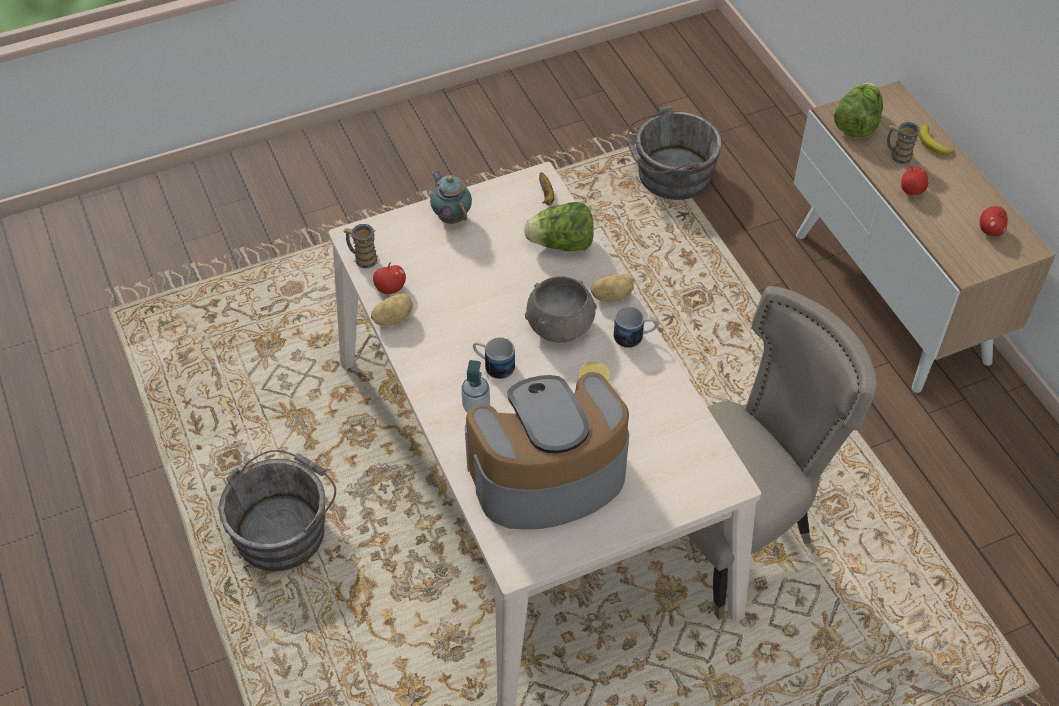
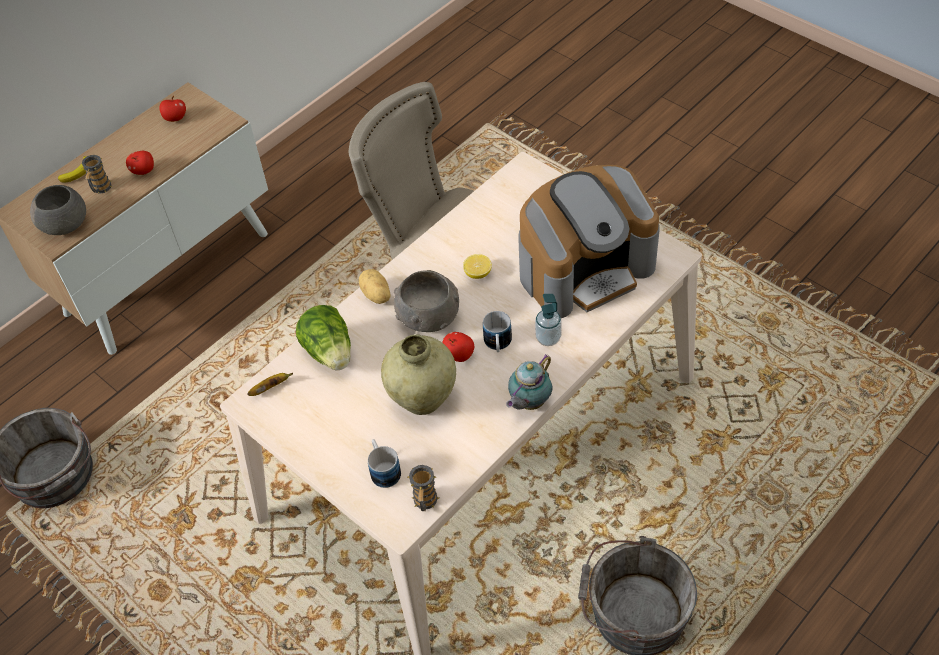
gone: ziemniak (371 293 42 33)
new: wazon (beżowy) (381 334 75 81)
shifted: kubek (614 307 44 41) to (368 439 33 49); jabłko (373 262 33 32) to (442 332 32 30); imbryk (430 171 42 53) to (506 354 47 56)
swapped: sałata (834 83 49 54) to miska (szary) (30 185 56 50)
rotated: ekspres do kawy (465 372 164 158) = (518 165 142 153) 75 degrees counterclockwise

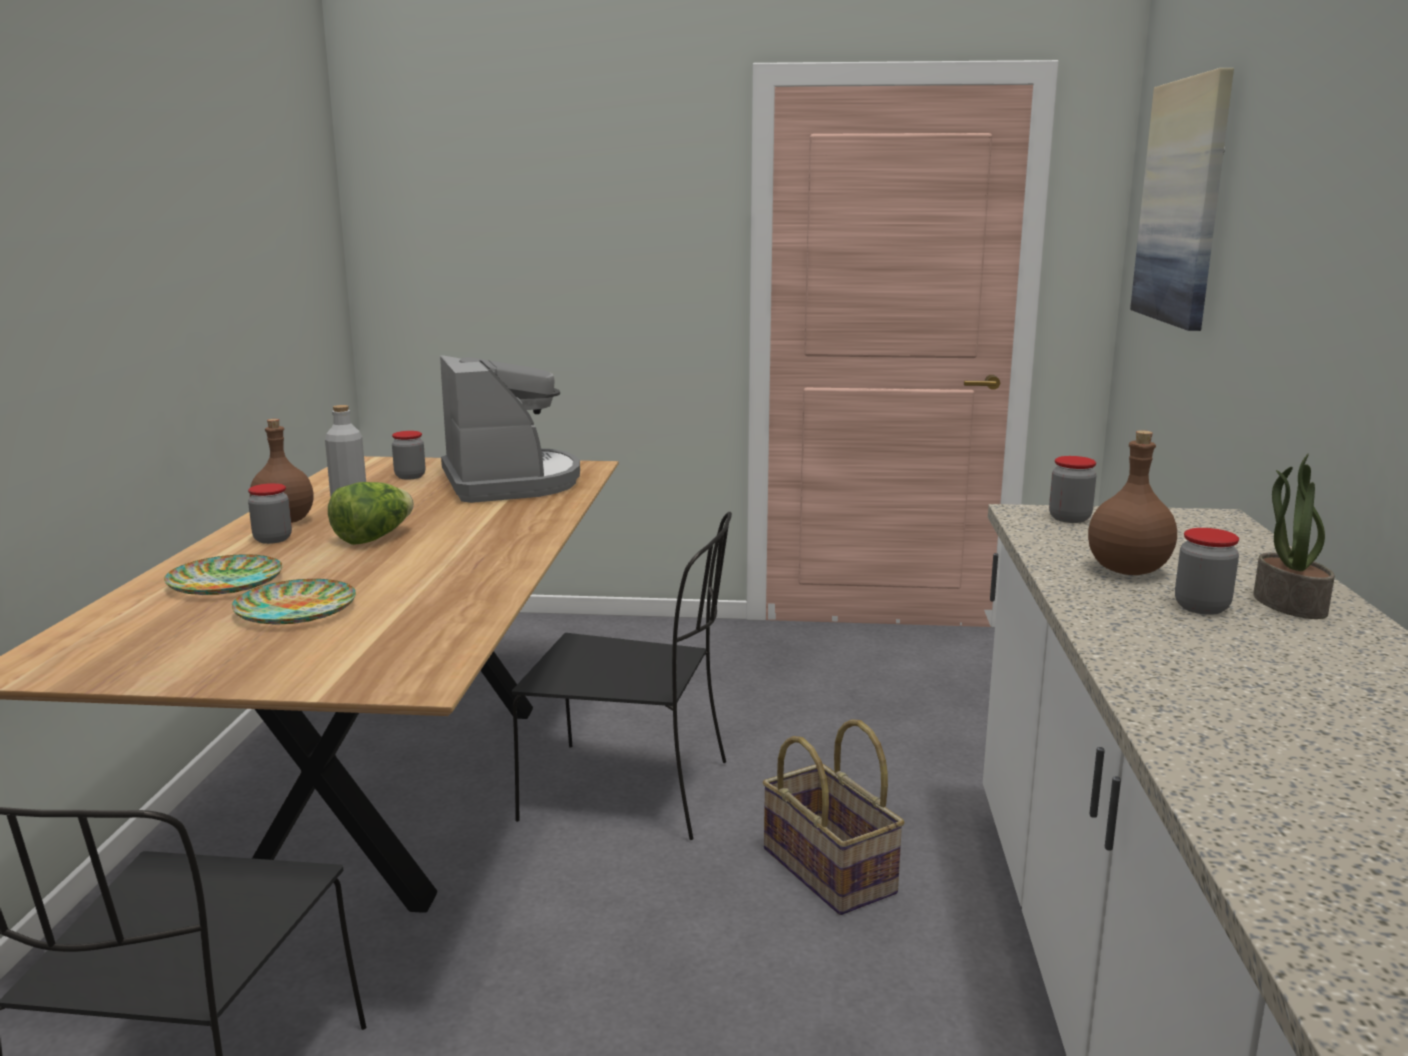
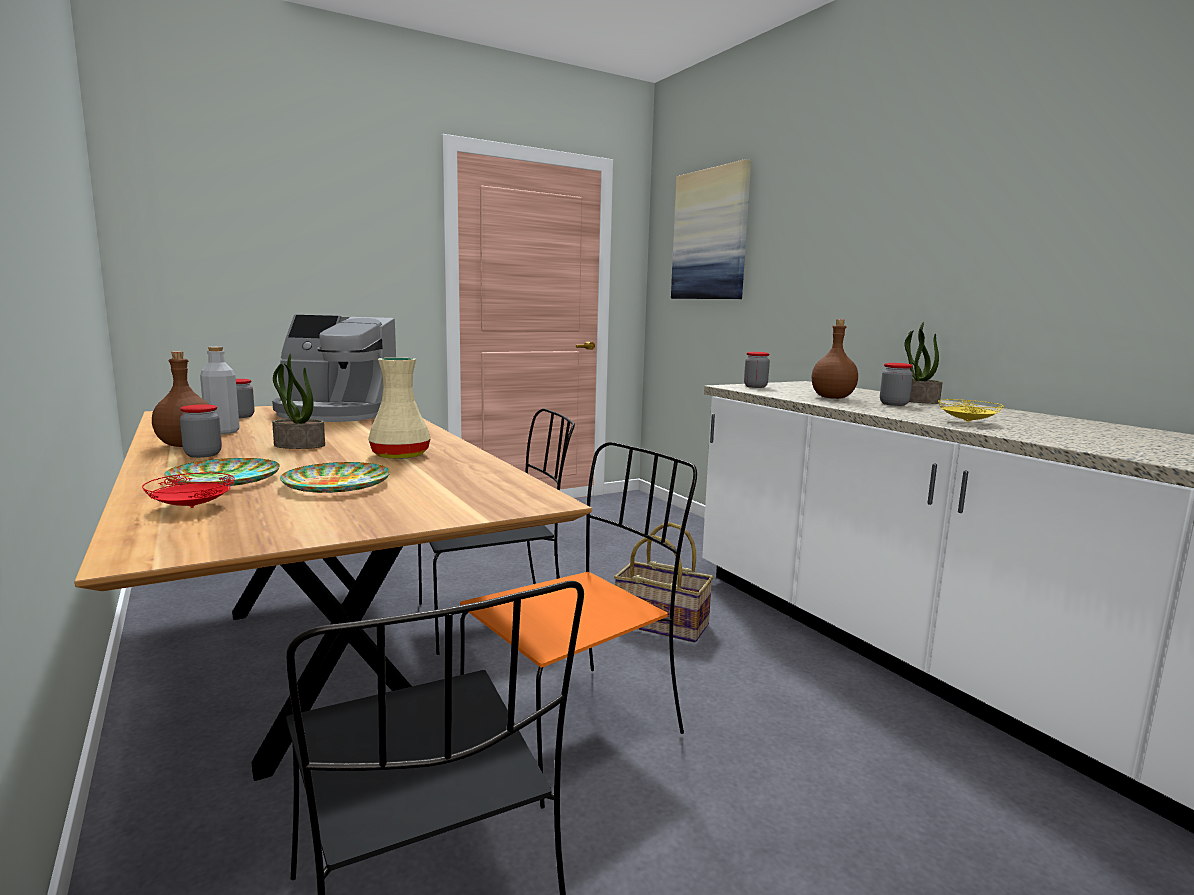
new: talerz (czerwony) (142 472 93 36); wazon (beżowy) (368 358 63 101); krzesło (pomarańczowy) (460 442 237 366); talerz (żółty) (938 399 65 24)
swapped: sałata (328 482 86 63) to roślina doniczkowa (272 354 53 95)
rotated: ekspres do kawy (440 355 140 148) = (272 315 124 107) 150 degrees clockwise

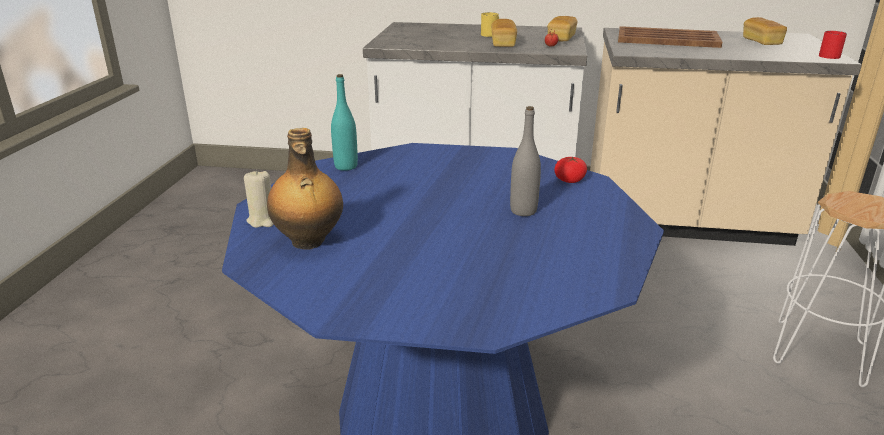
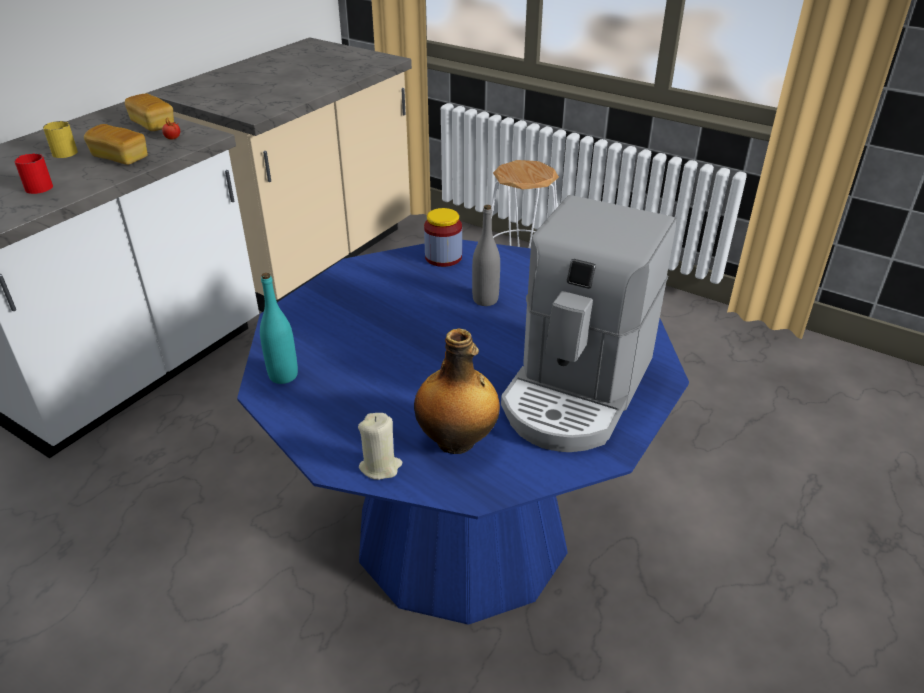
gone: taca (brązowy) (618 26 104 22); chleb (743 17 44 28)
new: ekspres do kawy (501 195 176 257)
shifted: kubek (czerwony) (819 31 28 28) to (14 153 39 41)
swapped: pomidor (554 157 33 26) to słoik (424 208 38 59)

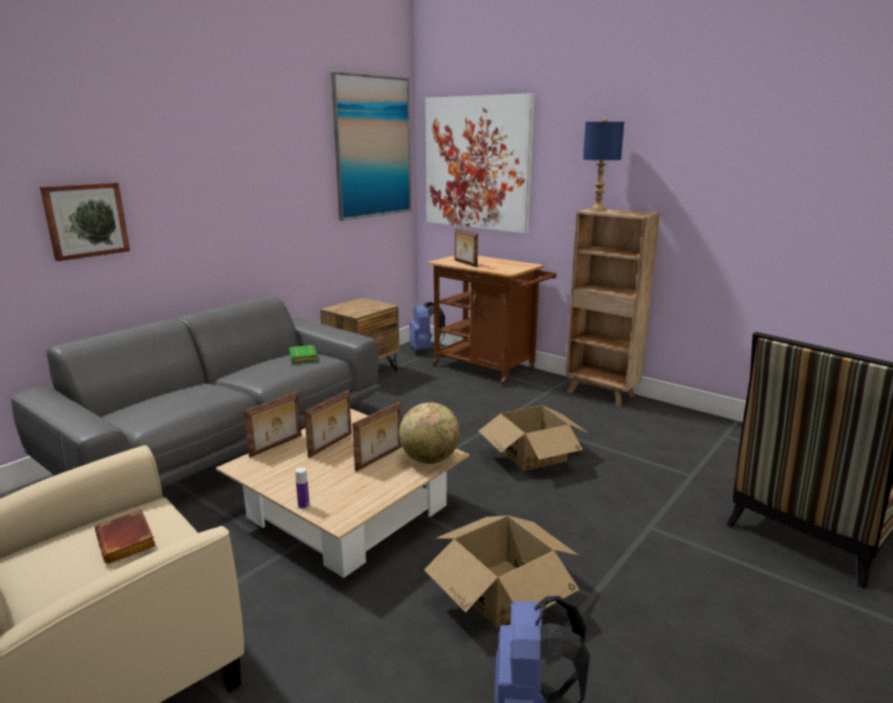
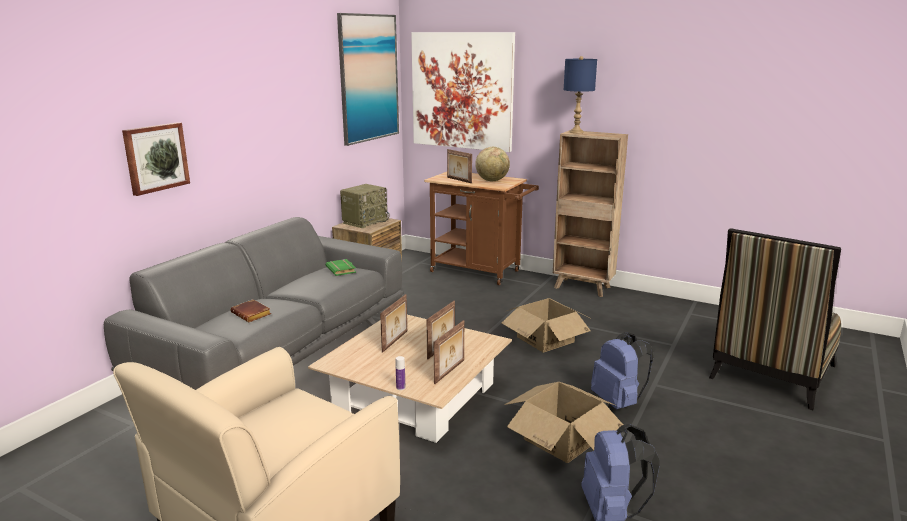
new: radio (340 184 50 44)
shifted: książka (brązowy) (95 509 61 55) to (230 299 41 23); ramka na zdjęcie (244 392 58 65) to (434 320 30 64); globus (399 402 61 62) to (475 147 35 34); plecak (niebieski) (409 302 36 49) to (591 332 62 77)

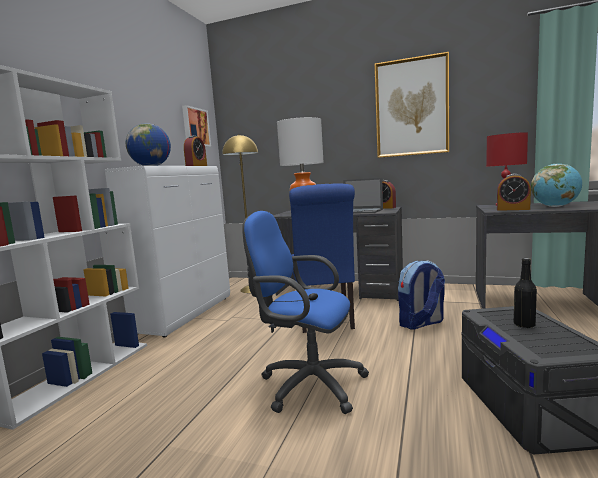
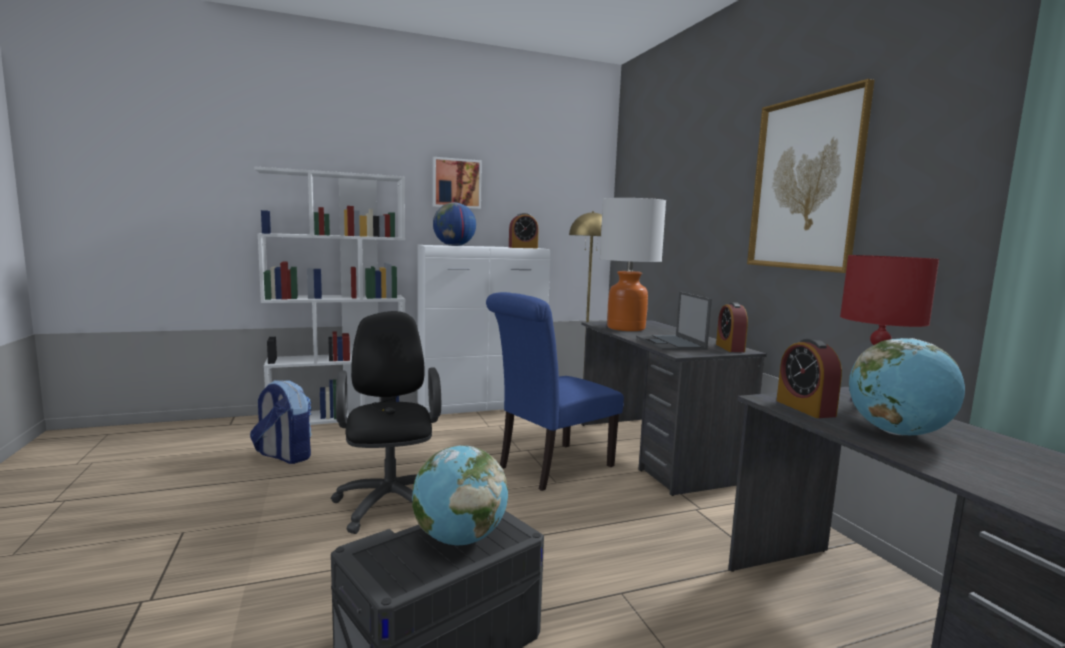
shifted: plecak (398 260 47 70) to (250 380 62 84); obraz (182 105 29 42) to (433 157 49 52)
swapped: butelka (czarny) (514 258 23 70) to globus (412 445 96 100)
repainted: krzesło biurowe (niebieski) (242 211 127 203) to krzesło biurowe (czarny) (331 311 110 223)

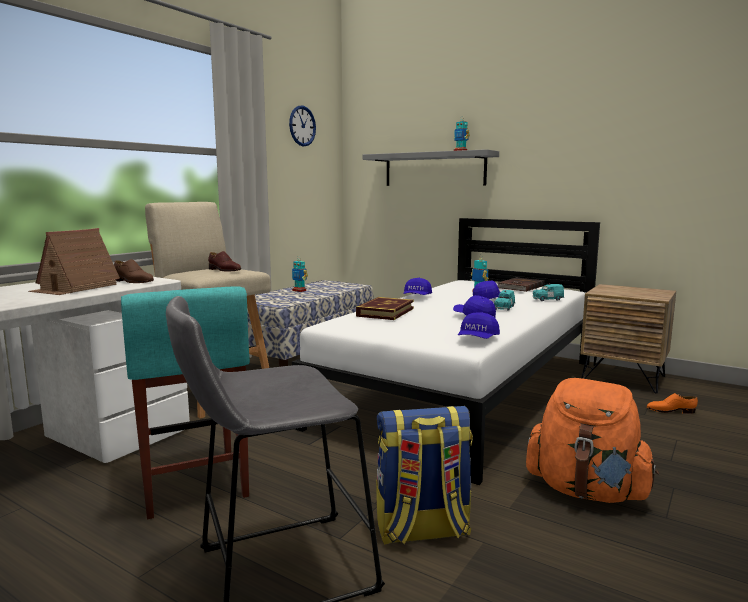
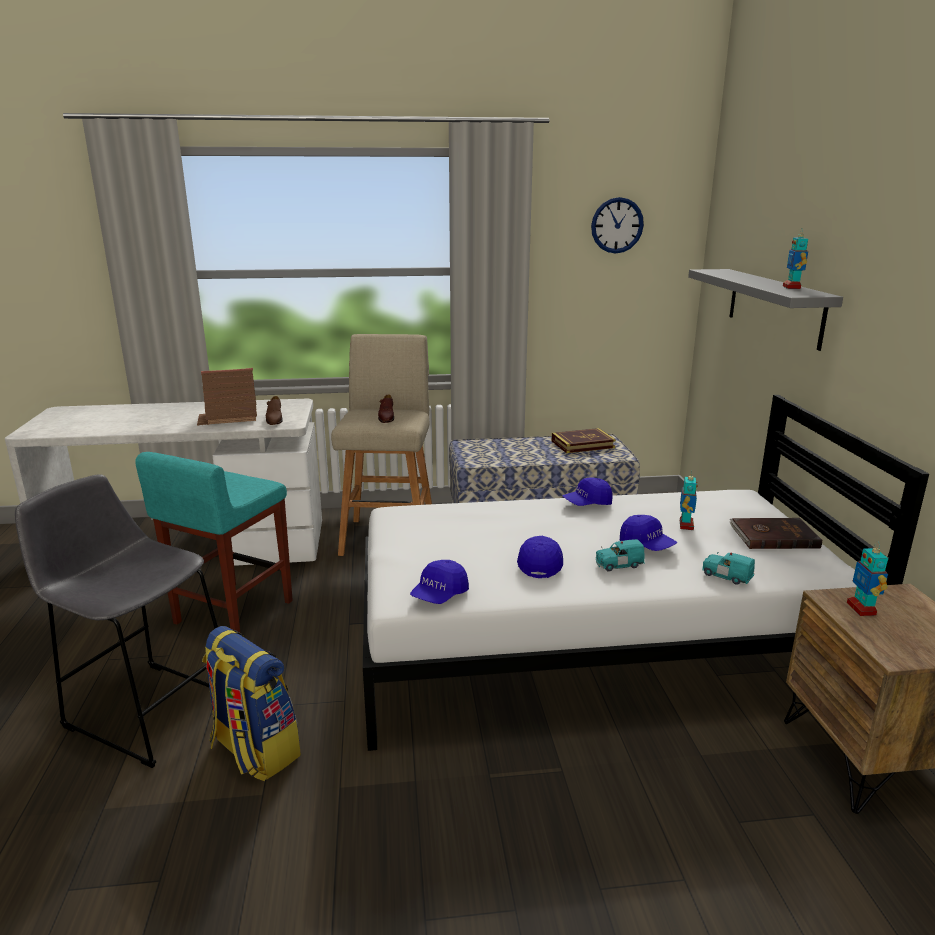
gone: plecak (pomarańczowy) (526 378 133 125); but (pomarańczowy) (647 393 51 21)
shifted: książka (356 297 58 23) to (552 428 64 25); robot zabawkowy (292 259 16 33) to (847 541 41 75)
rotated: czapka z daszkiem (niebieski) (458 312 42 27) = (410 560 59 44) 45 degrees counterclockwise

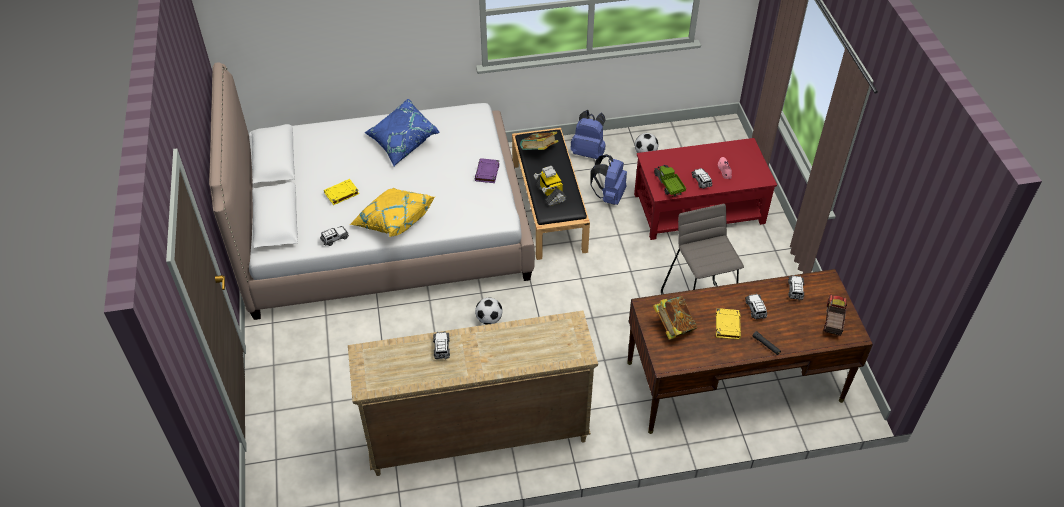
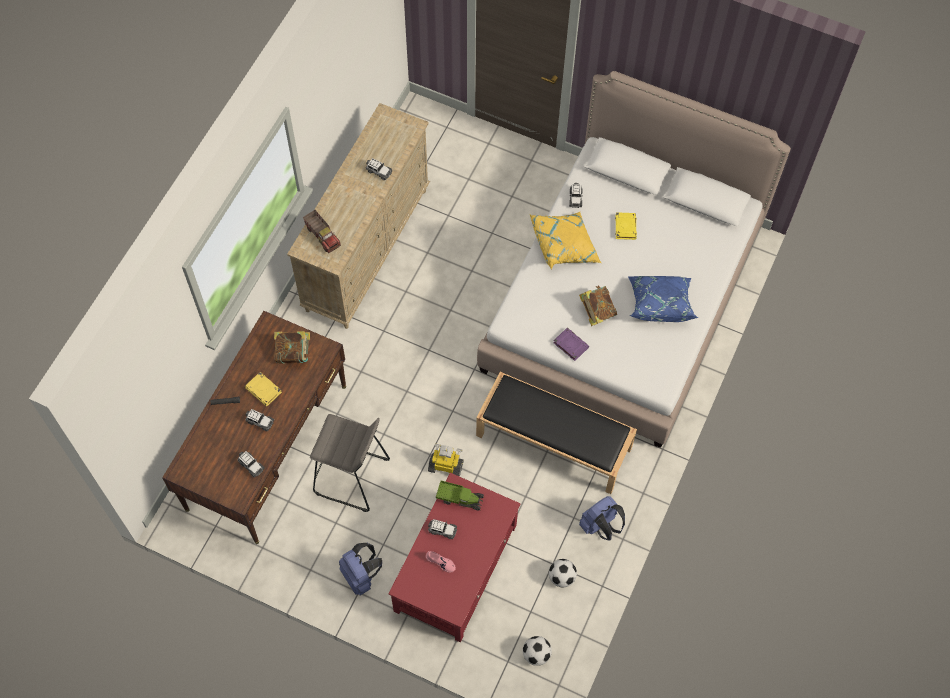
shifted: ciężarówka zabawkowa (823 294 24 42) to (303 210 38 43); plecak (niebieski) (590 154 37 51) to (339 543 43 52); robot zabawkowy (533 166 33 40) to (428 444 36 33); piłka futbolowa (475 298 28 27) to (523 636 29 30); książka (520 132 39 18) to (579 285 38 41)

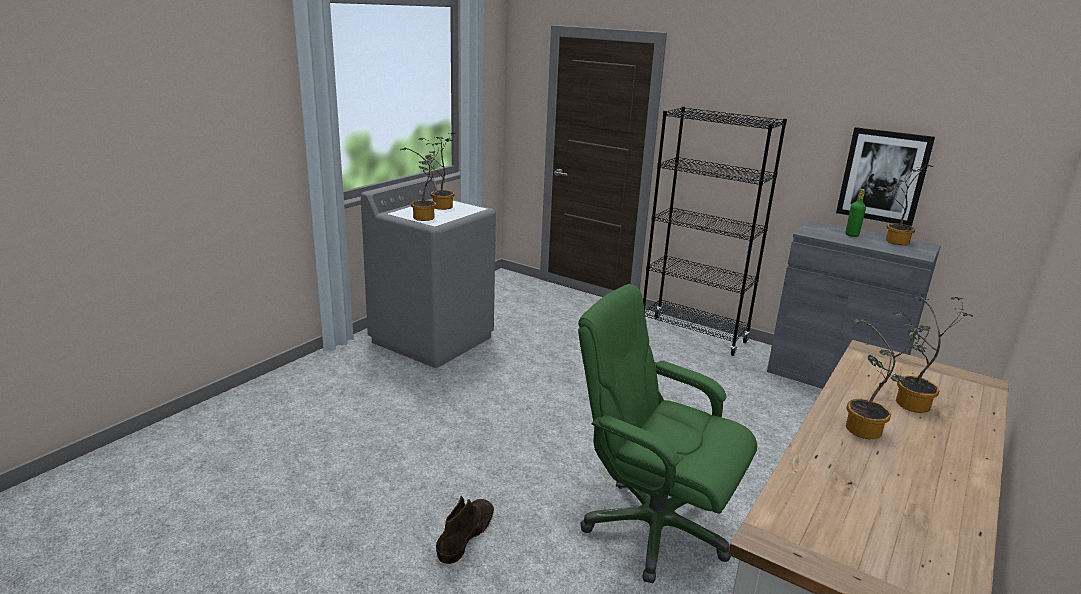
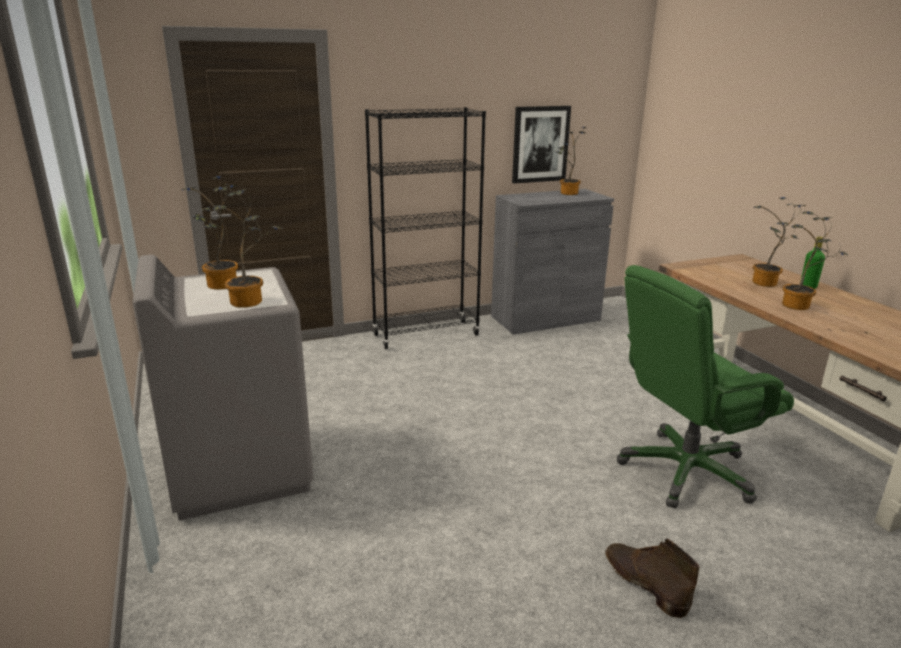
shifted: butelka (zielony) (845 189 21 48) to (801 237 24 52)

